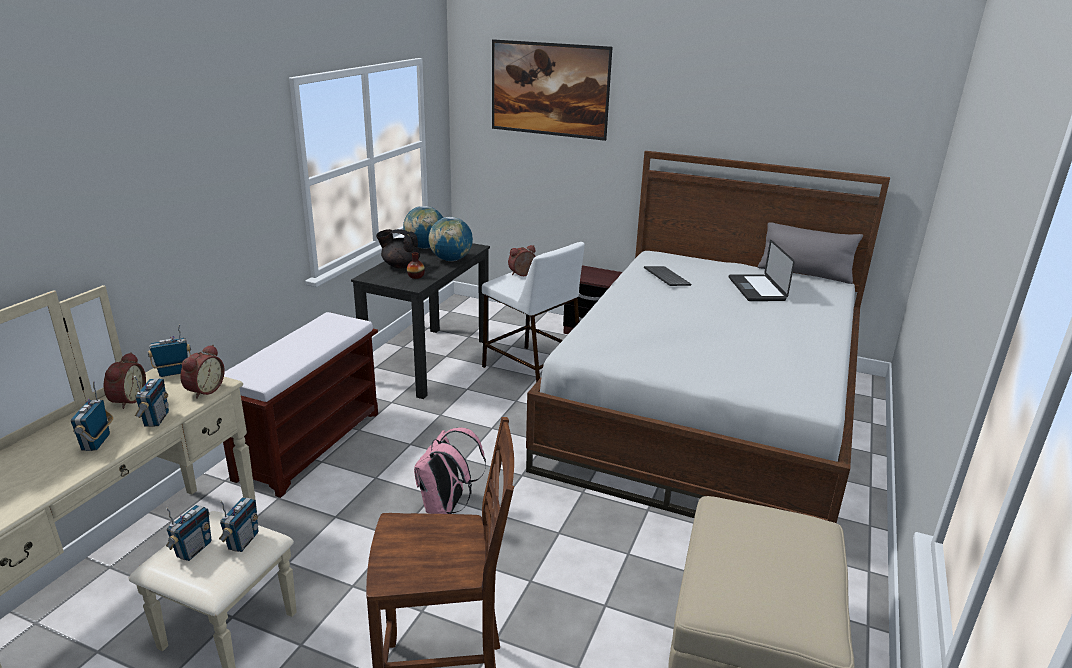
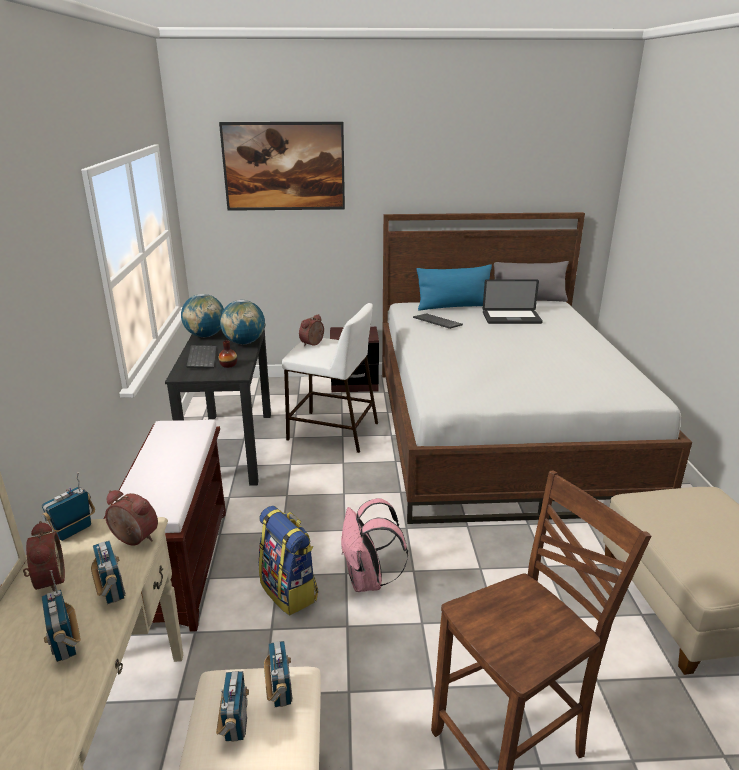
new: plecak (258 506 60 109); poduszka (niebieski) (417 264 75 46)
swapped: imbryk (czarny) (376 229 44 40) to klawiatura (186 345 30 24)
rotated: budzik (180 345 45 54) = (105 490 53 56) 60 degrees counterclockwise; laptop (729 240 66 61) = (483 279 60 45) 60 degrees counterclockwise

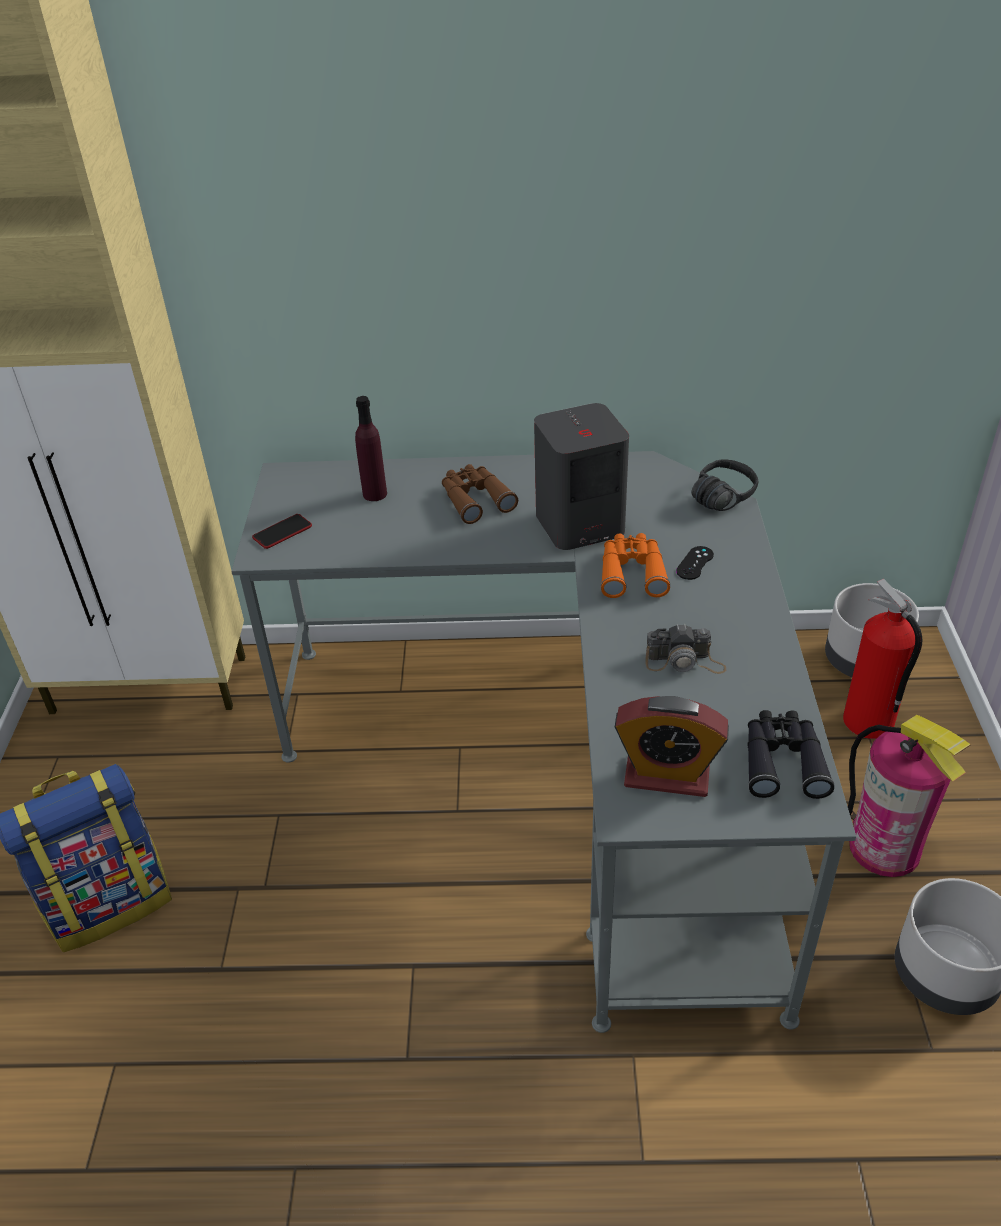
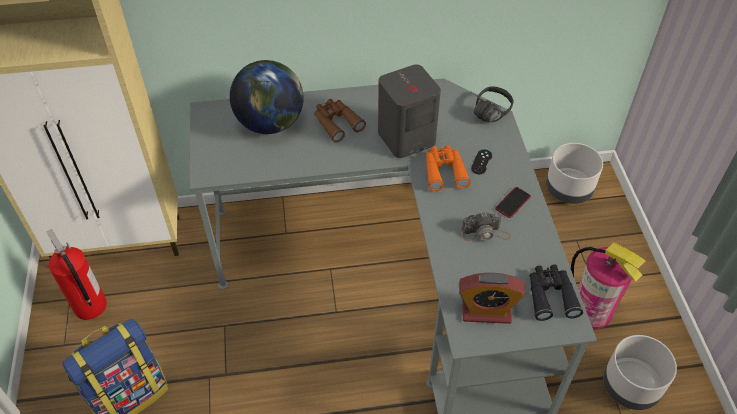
shifted: gaśnica (843 579 79 160) to (47 229 60 91); telefon (252 514 60 35) to (495 187 36 31)
swapped: butelka (fioletowy) (355 396 32 105) to globus (230 60 74 74)

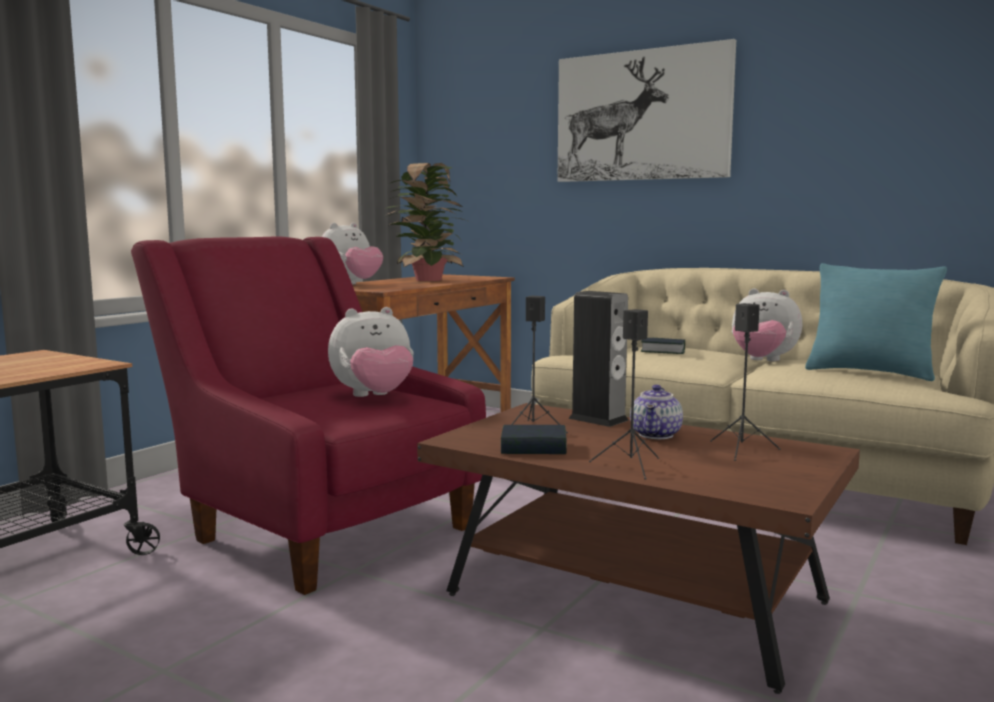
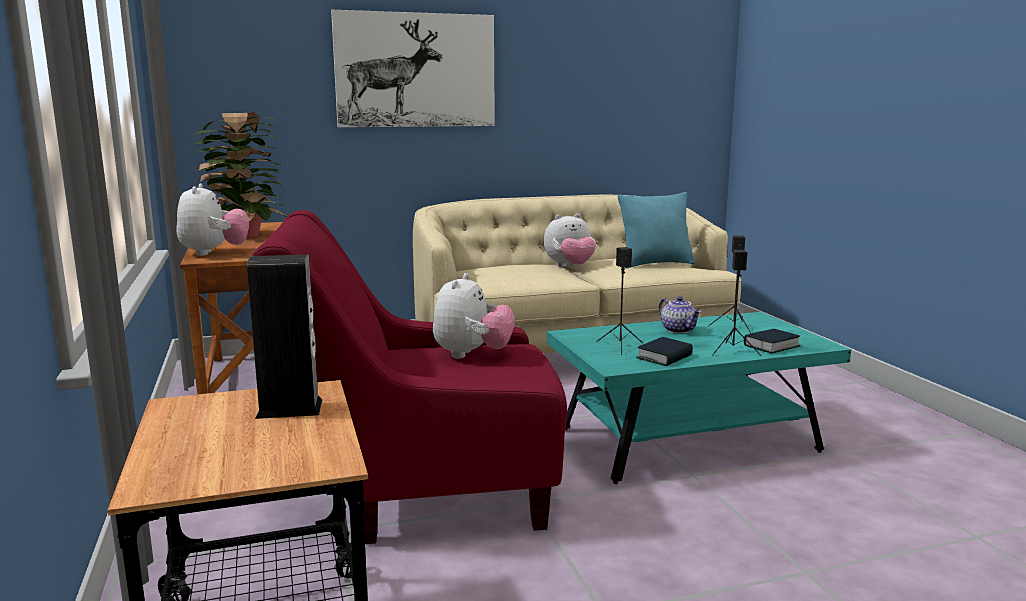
shifted: głośnik (568 291 61 136) to (247 255 75 164); książka (641 338 44 16) to (744 329 56 24)
repainted: ława (brązowy) (417 403 443 291) to ława (turkusowy) (547 312 304 172)

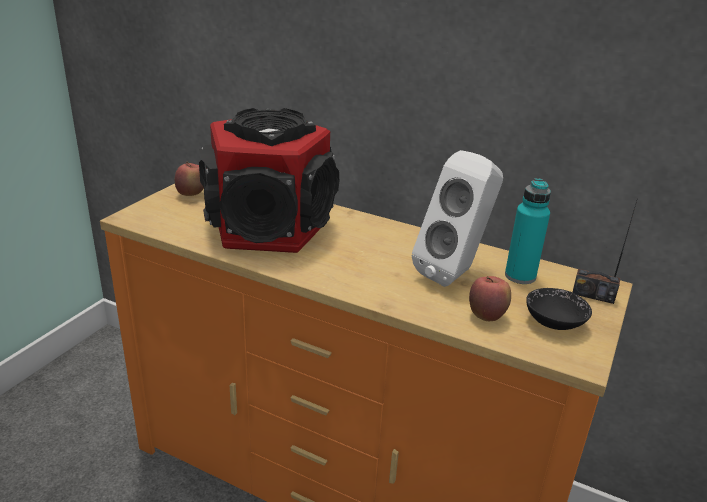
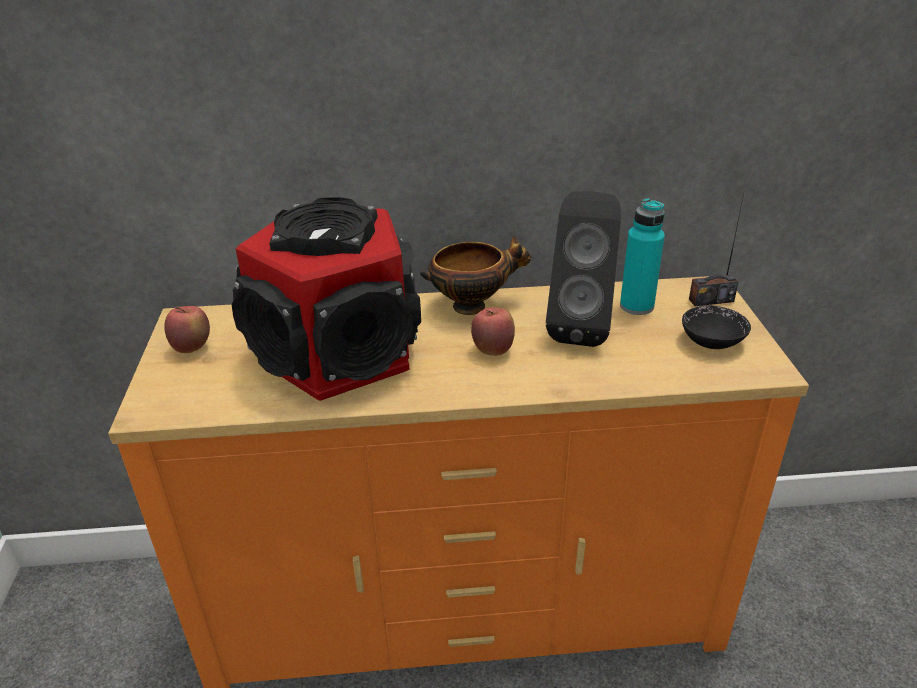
new: miska (420 236 111 79)
shifted: jabłko (469 276 42 45) to (471 307 44 49)
repainted: głośnik (biały) (412 150 91 137) to głośnik (czarny) (546 191 75 156)

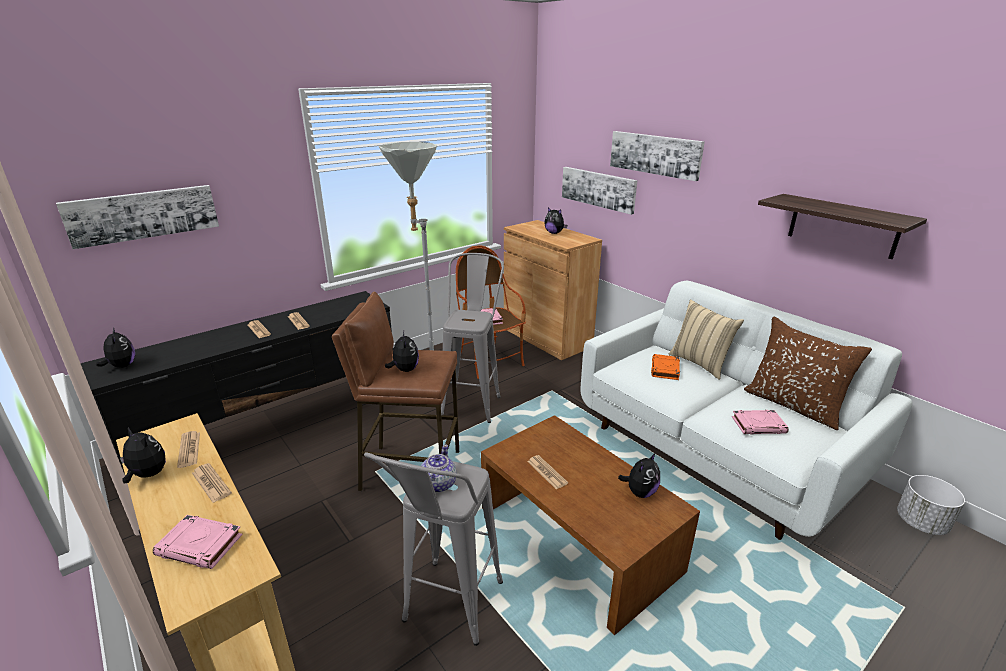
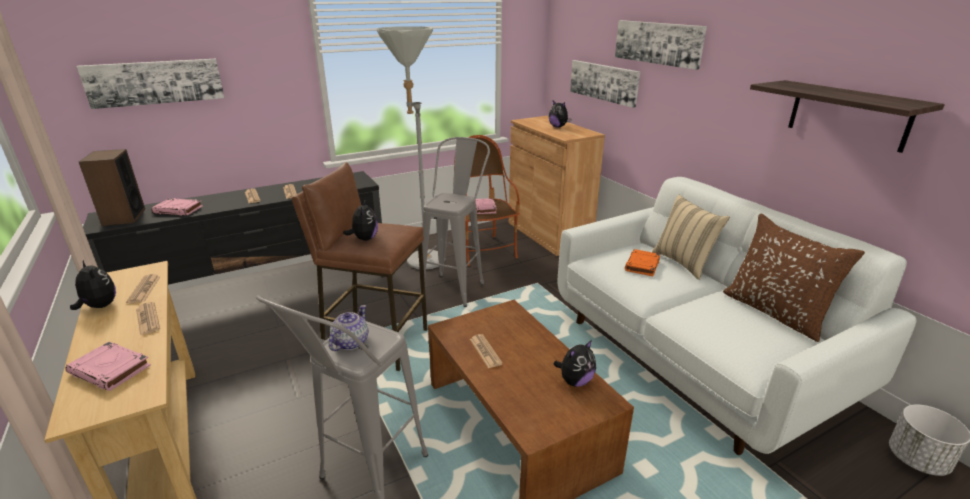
shifted: książka (różowy) (732 410 57 25) to (152 198 51 18)
swapped: pluszak (96 328 39 40) to głośnik (79 149 66 77)

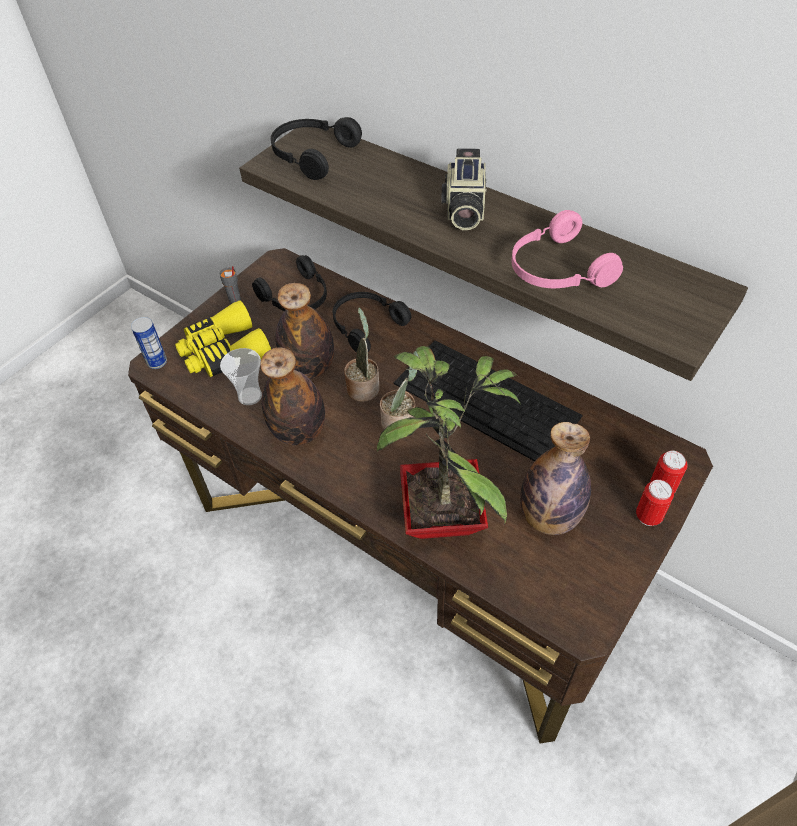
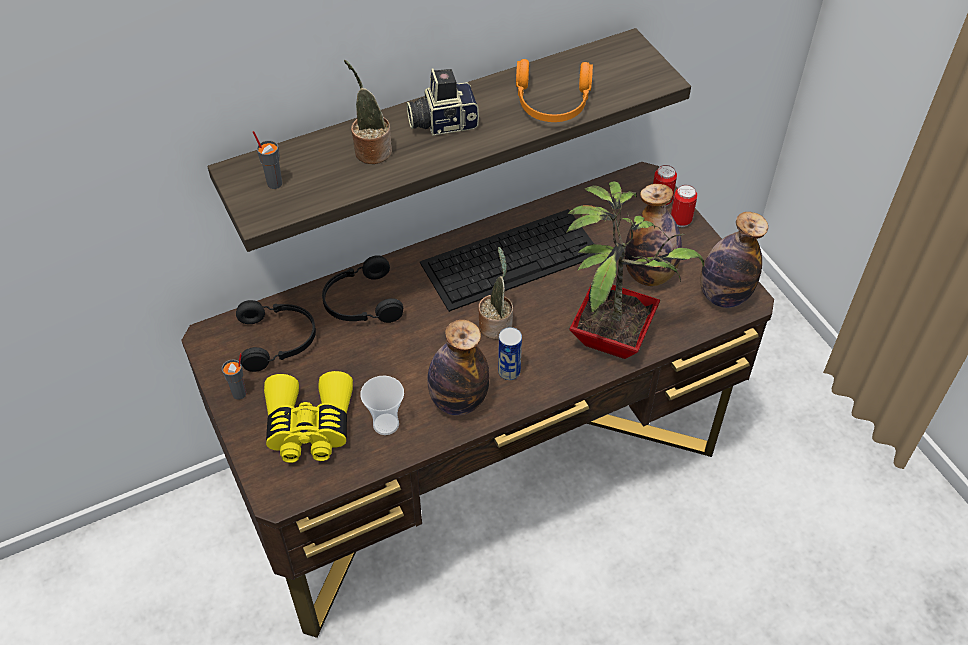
shifted: roślina doniczkowa (344 308 36 94) to (344 60 48 104); puszka (131 317 36 52) to (498 327 24 53); butelka (275 283 59 96) to (700 212 68 96)
swapped: słuchawki (czarny) (271 117 91 63) to filiżanka (szary) (253 131 29 58)
repainted: słuchawki (różowy) (512 210 111 78) to słuchawki (pomarańczowy) (516 59 77 63)
rotated: aparat fotograficzny (441 148 46 82) = (407 69 72 67) 135 degrees clockwise

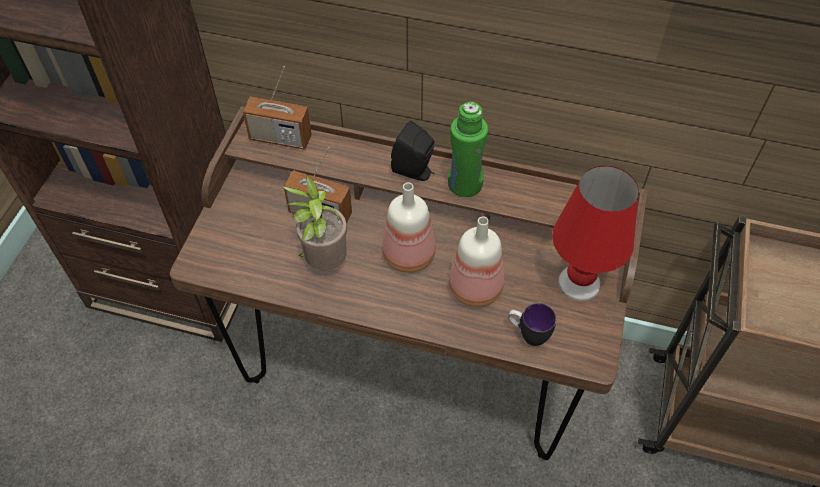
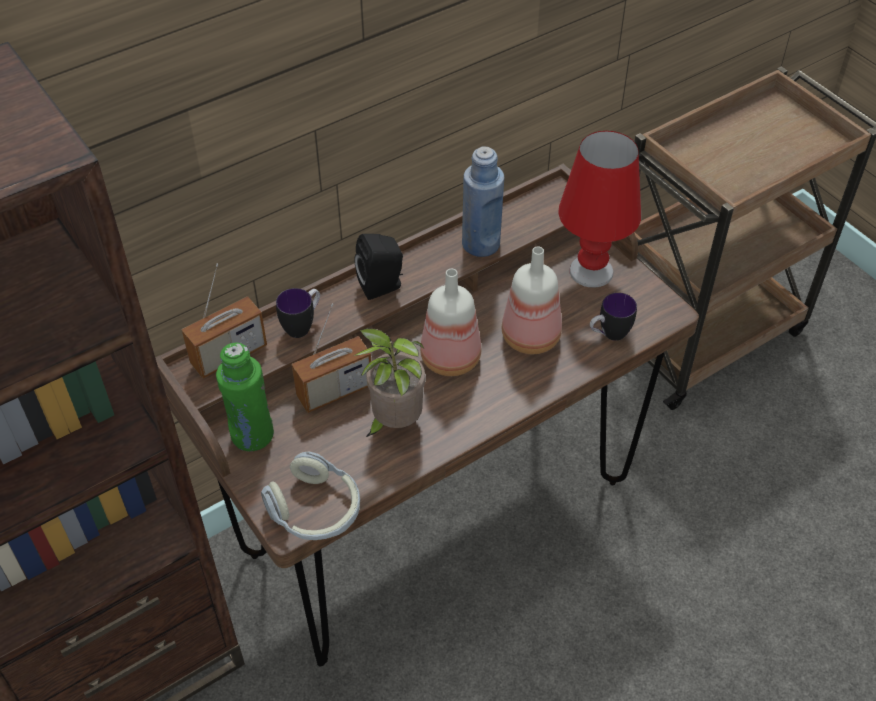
new: słuchawki (261 451 99 89); kubek (276 288 44 50); butelka (niebieski) (462 147 42 110)
shifted: butelka (zielony) (448 102 40 95) to (216 343 58 108)

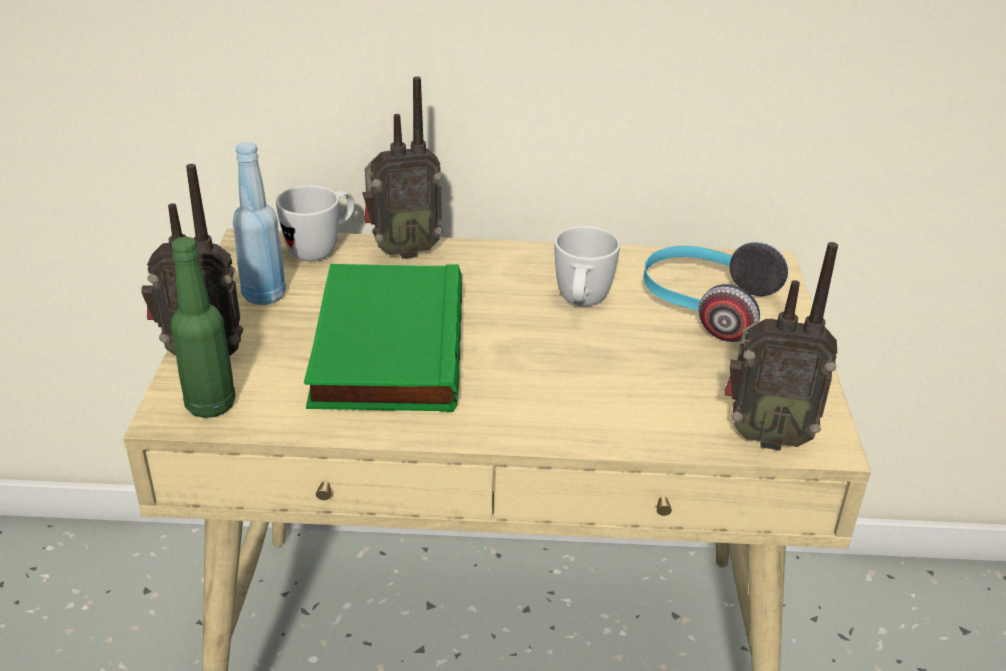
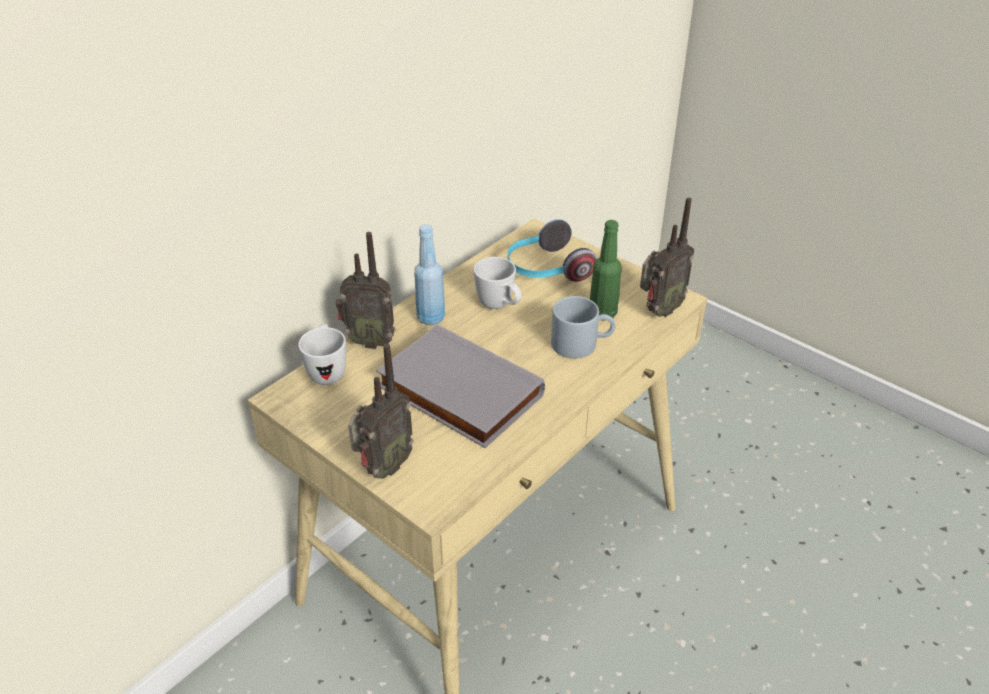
new: kubek (szary) (551 296 64 63)
shifted: butelka (niebieski) (233 142 53 163) to (414 224 31 101); butelka (zielony) (171 237 65 181) to (590 220 32 98)
repainted: książka (zielony) (304 264 158 148) to książka (szary) (376 324 169 124)
rotated: radio (362 76 81 183) = (335 232 60 117) 75 degrees clockwise

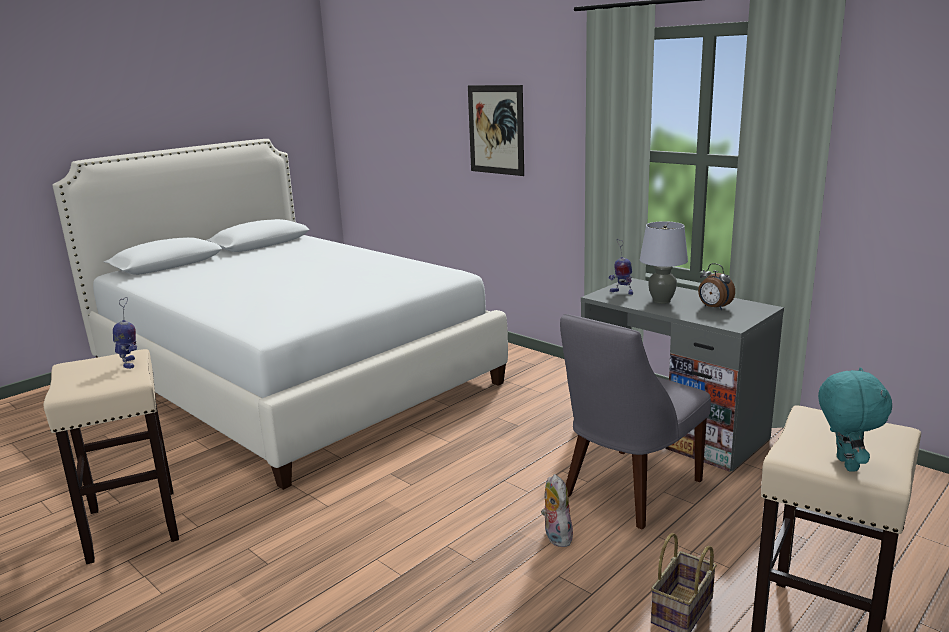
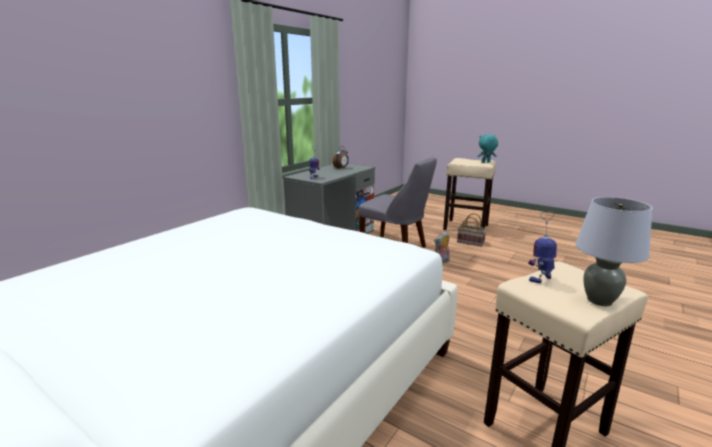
gone: obraz (468 85 56 91)
shifted: lampa stołowa (szary) (640 221 48 83) to (575 197 78 109)

